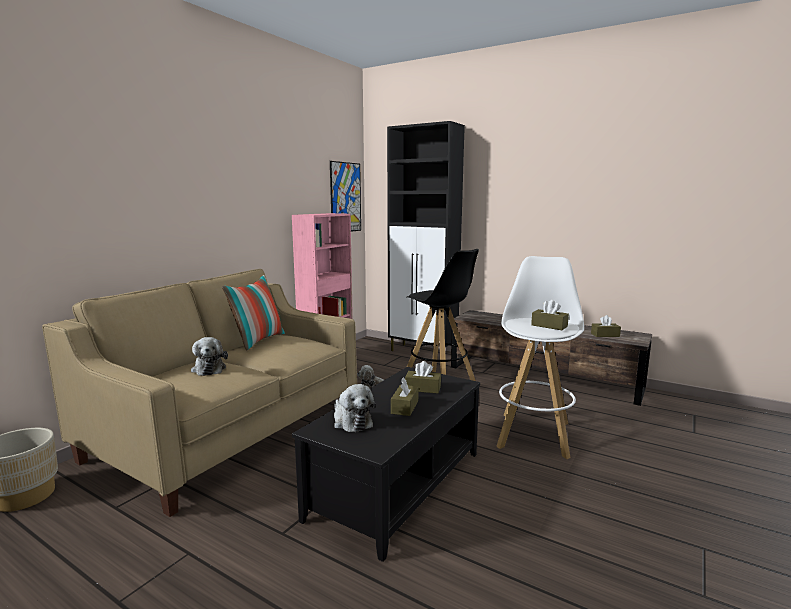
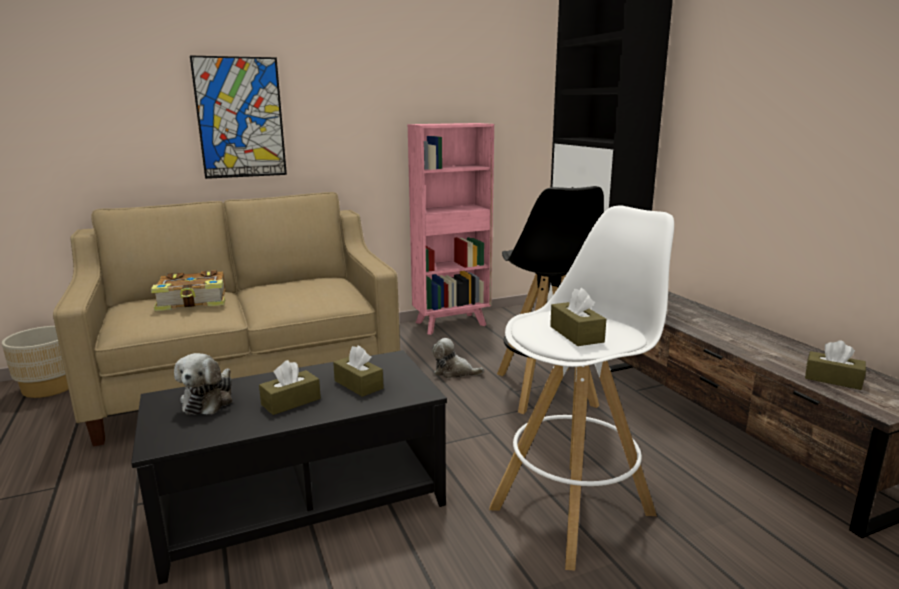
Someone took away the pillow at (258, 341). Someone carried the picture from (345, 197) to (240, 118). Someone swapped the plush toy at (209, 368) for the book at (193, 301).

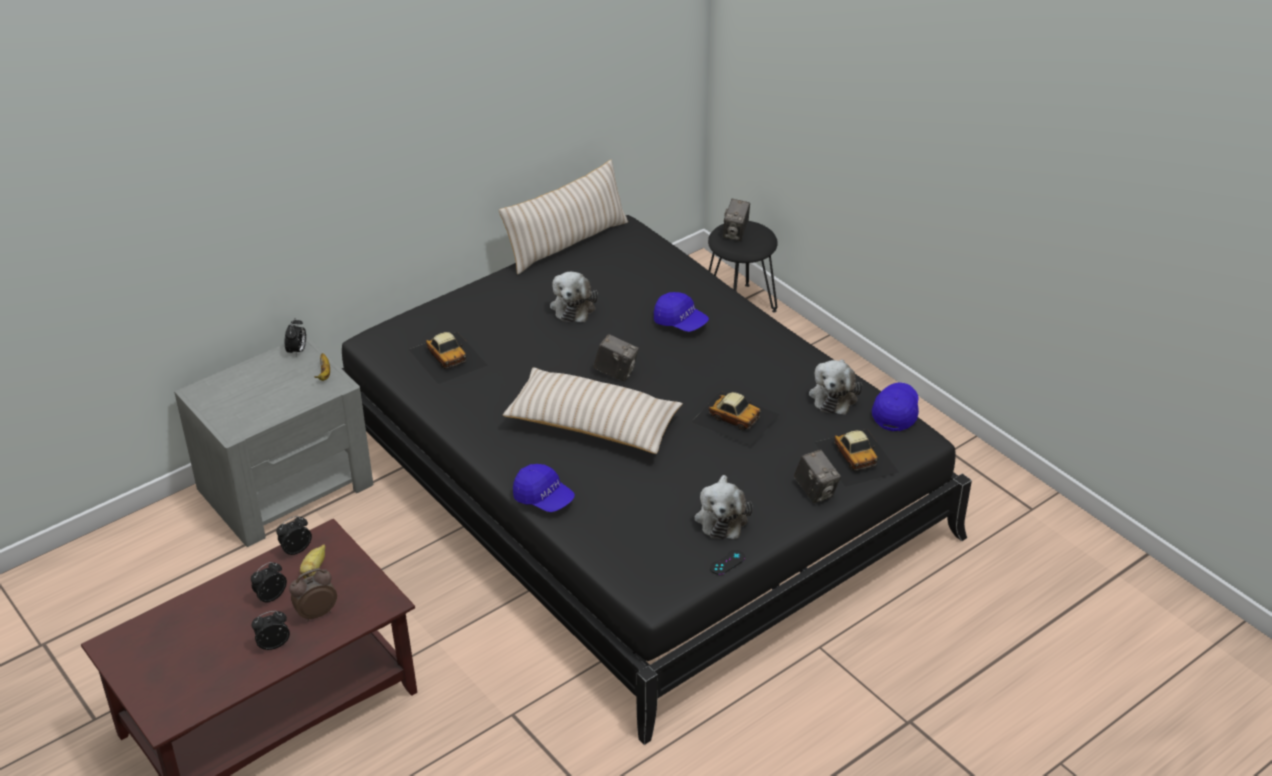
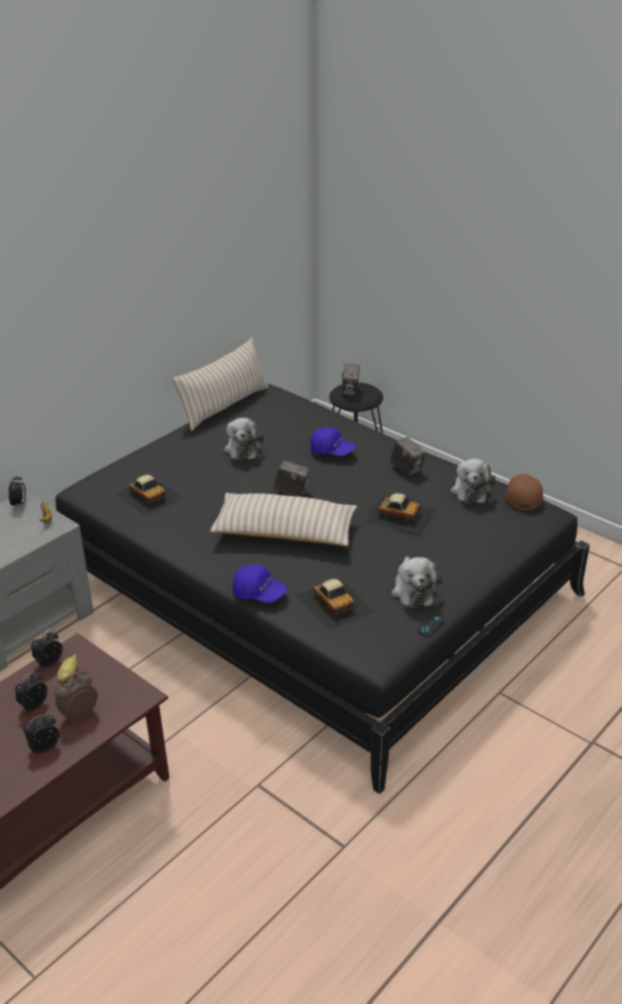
Someone carried the photo camera from (815, 491) to (407, 469). Someone carried the toy car from (856, 457) to (334, 602). Someone repainted the cap/blue at (895, 412), which became the cap/brown at (523, 497).

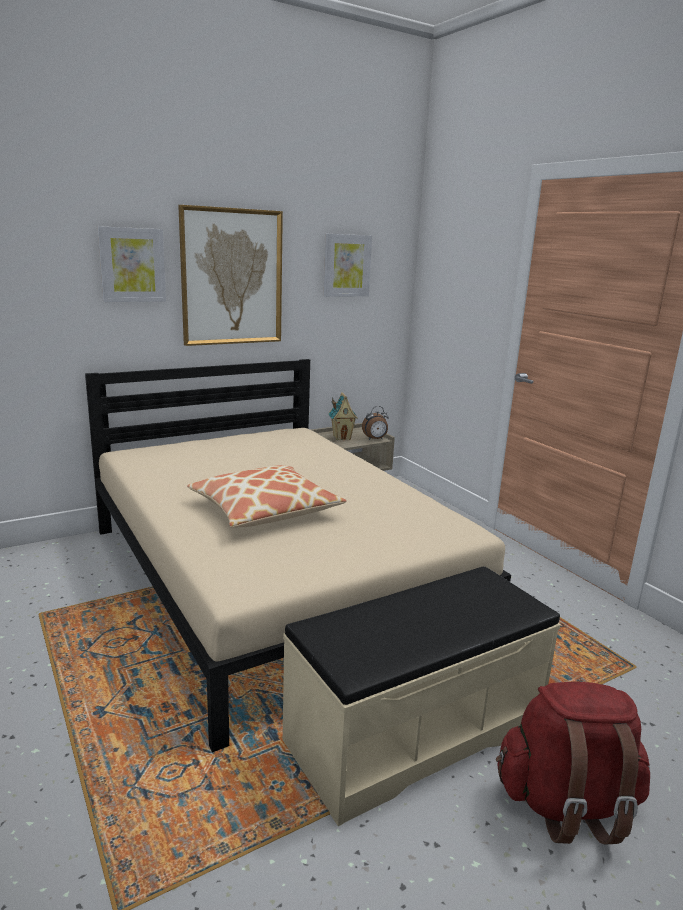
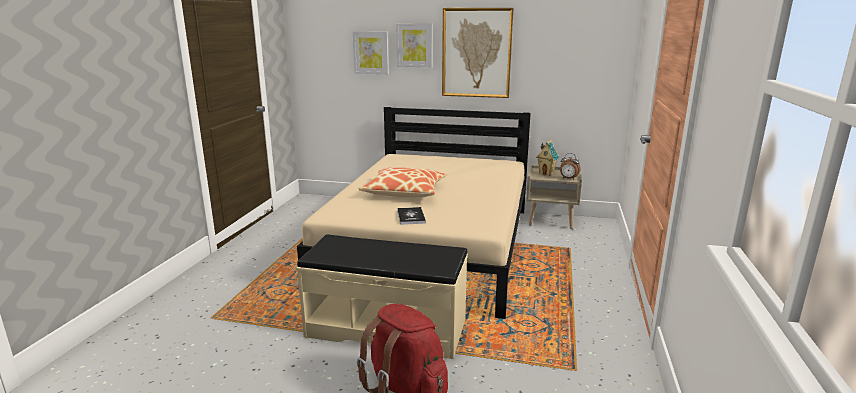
Someone put down the book at (411, 216). Someone carried the picture from (346, 265) to (371, 52).

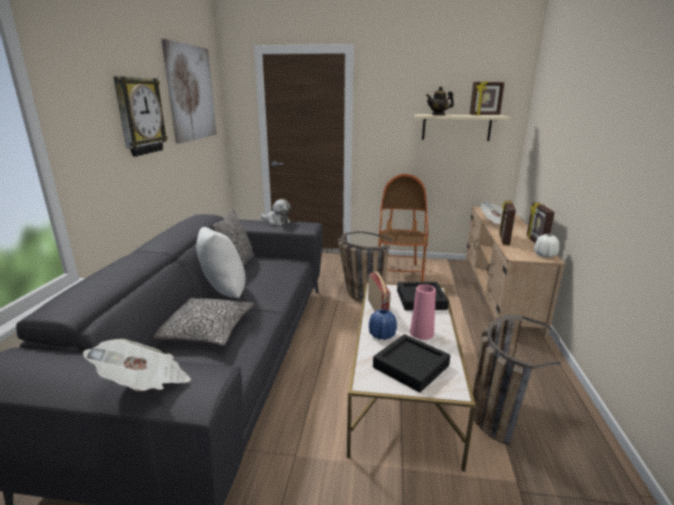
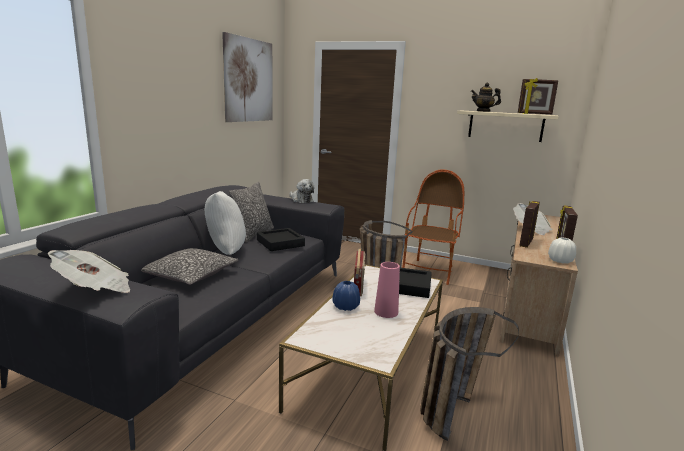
Someone took away the wall clock at (139, 116). Someone carried the tray/black from (411, 366) to (280, 243).

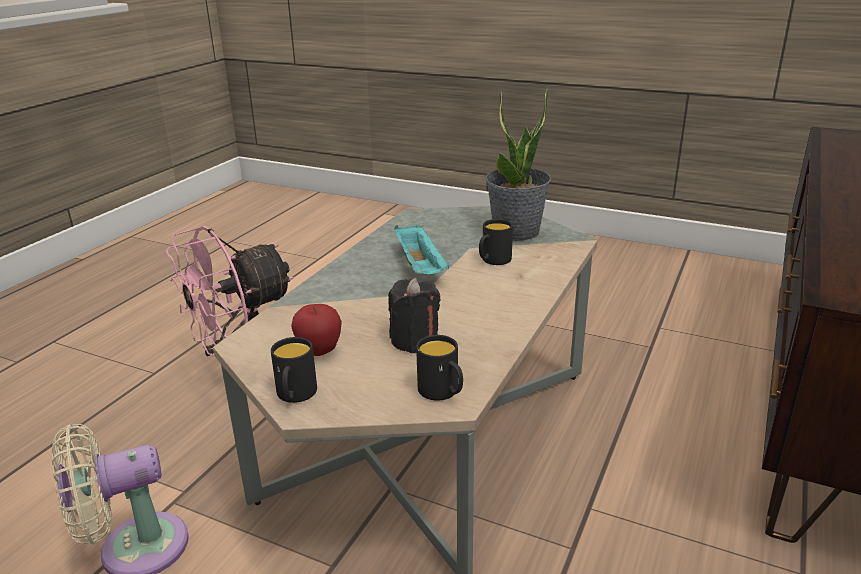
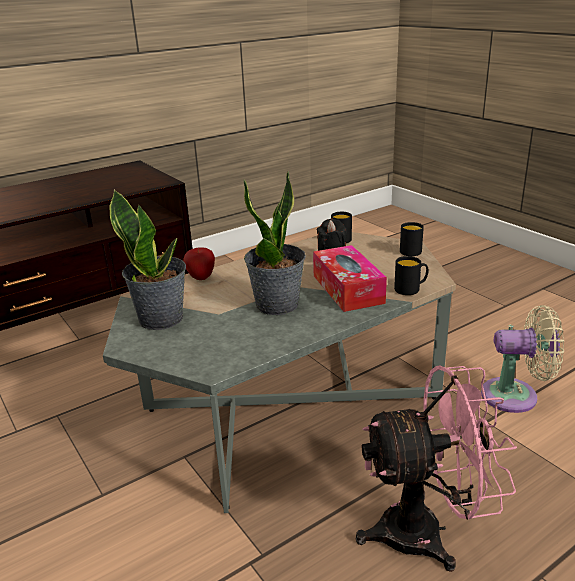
Someone put down the tissue box at (347, 289). Someone carried the apple from (319, 352) to (201, 277). Someone carried the mug/black from (493, 261) to (411, 289). Someone swapped the tray/turquoise at (420, 267) for the potted plant at (277, 305).

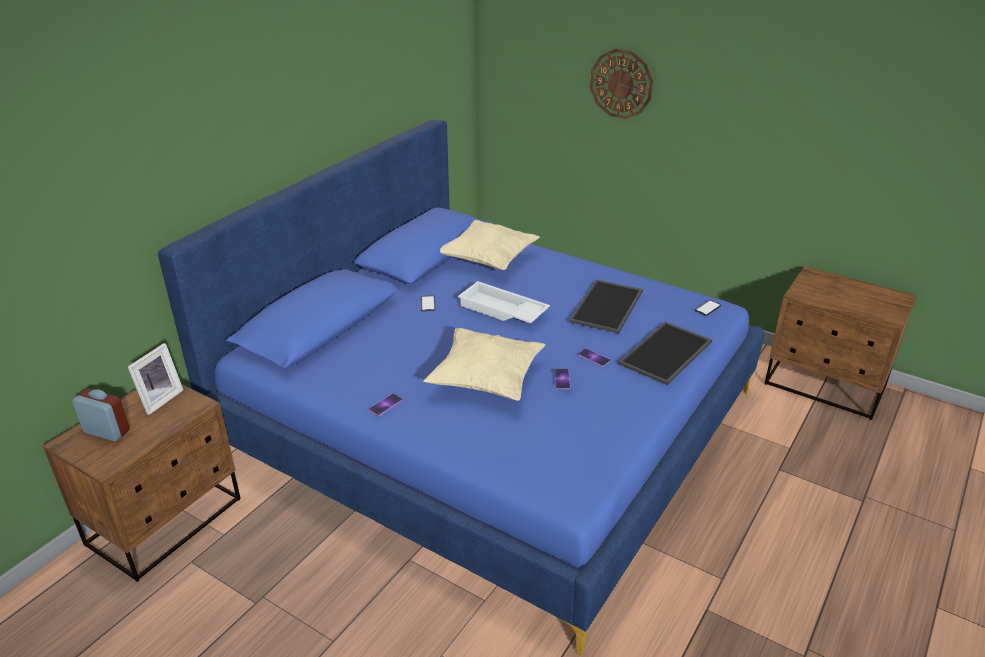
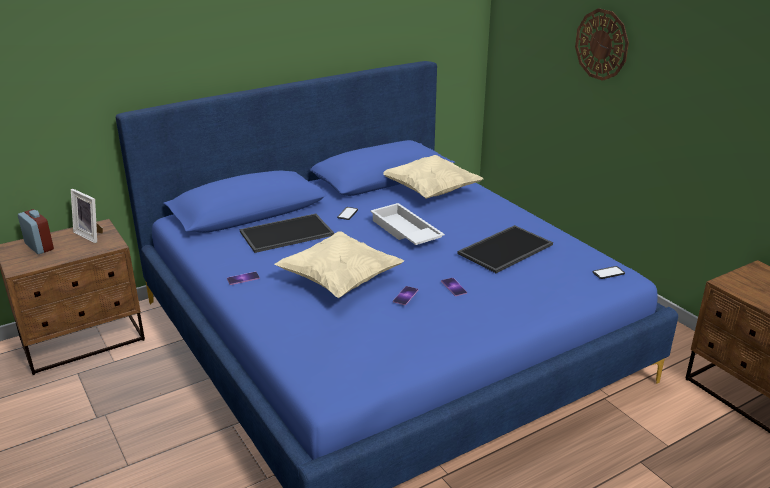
Someone carried the tray from (666, 354) to (286, 234). Someone rotated the picture frame at (159, 399) by 75 degrees clockwise.

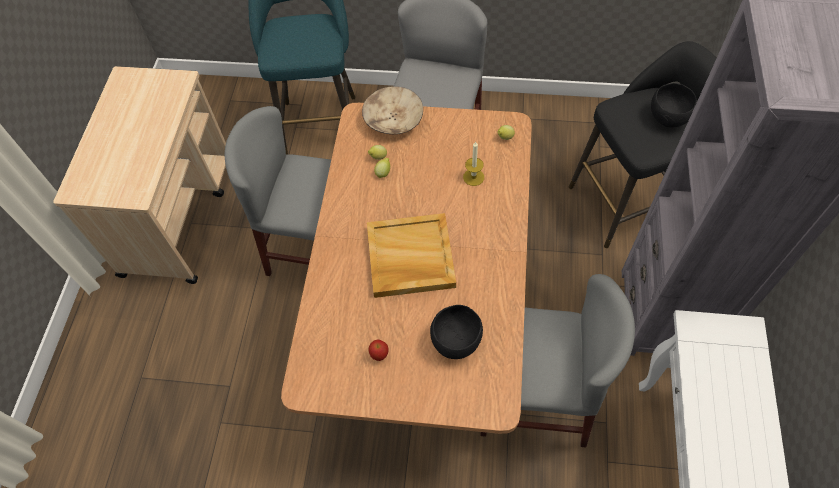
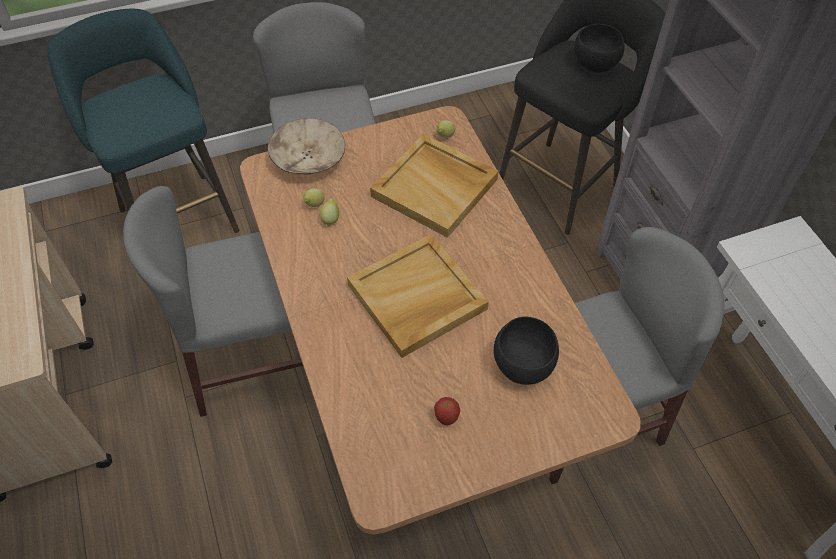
Someone swapped the candle at (473, 177) for the tray/beige at (435, 187).

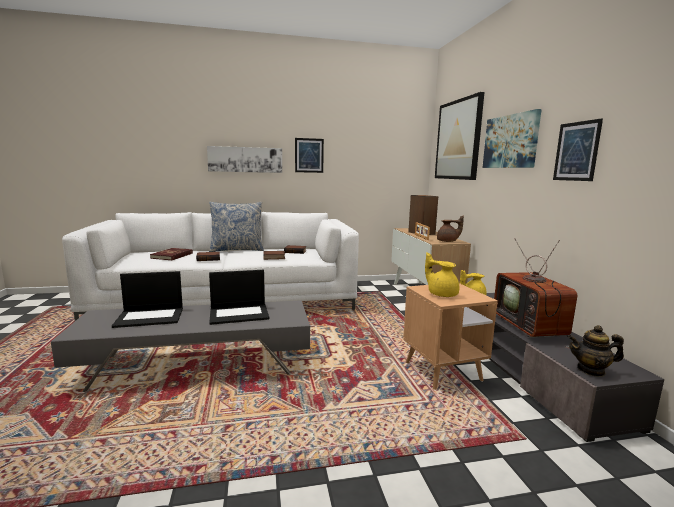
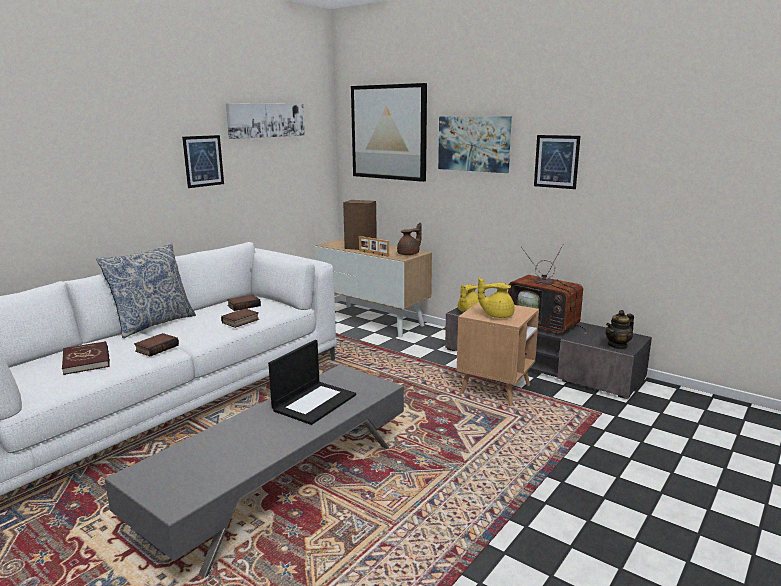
Someone took away the laptop at (151, 317). Someone carried the picture from (245, 159) to (266, 120).

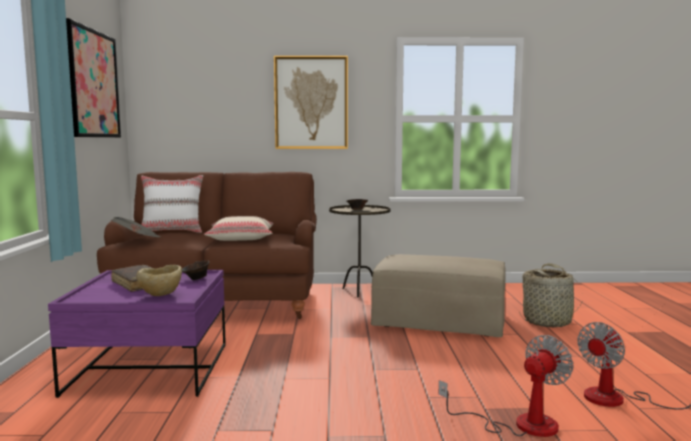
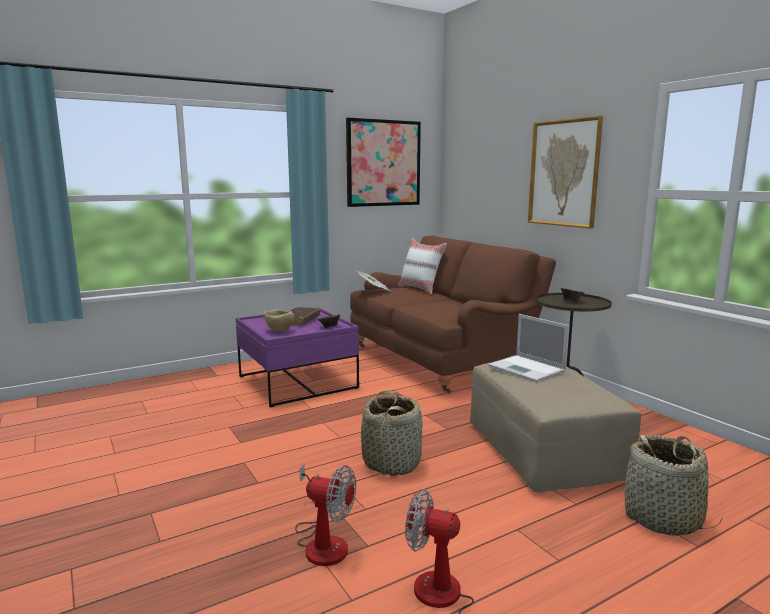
Someone took away the pillow/beige at (241, 238). Someone put down the basket at (392, 462). Someone put down the laptop at (528, 369).

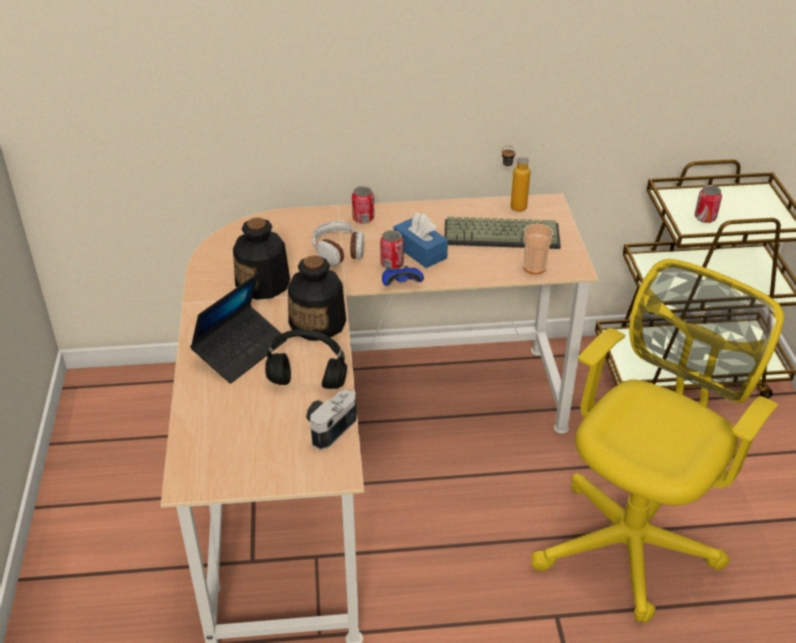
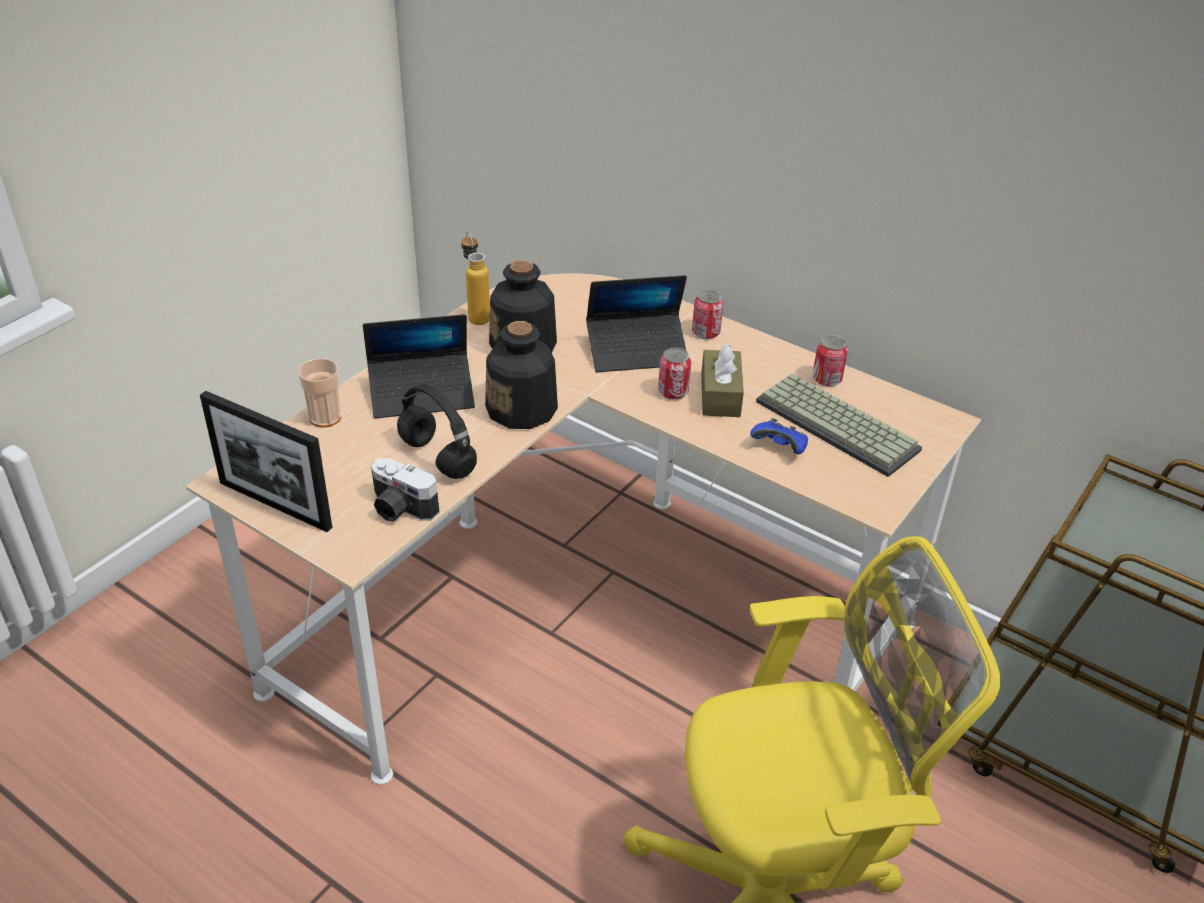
Someone put down the picture frame at (275, 505). Someone carried the game controller/blue from (401, 284) to (780, 448). Someone carried the bottle from (512, 206) to (476, 315). Someone carried the cup from (534, 267) to (325, 418). Someone carried the can from (705, 218) to (827, 379). Someone swapped the headphones at (338, 251) for the laptop at (637, 351). Someone repainted the tissue box/blue at (420, 251), which became the tissue box/brown at (720, 395). Someone rotated the photo camera at (328, 426) by 135 degrees counterclockwise.

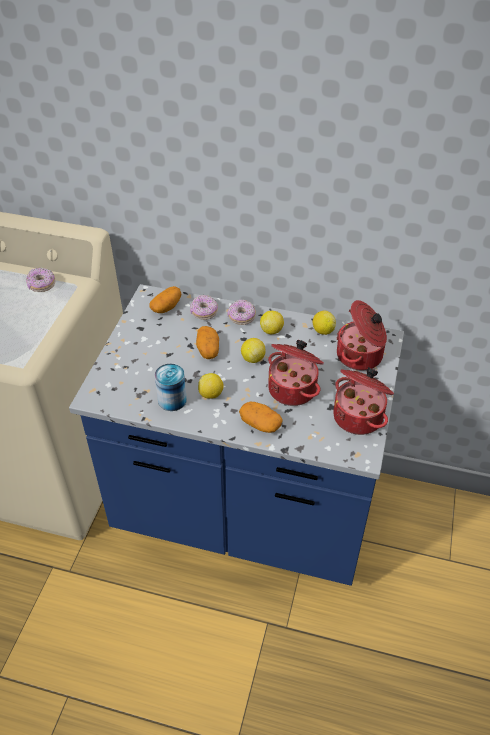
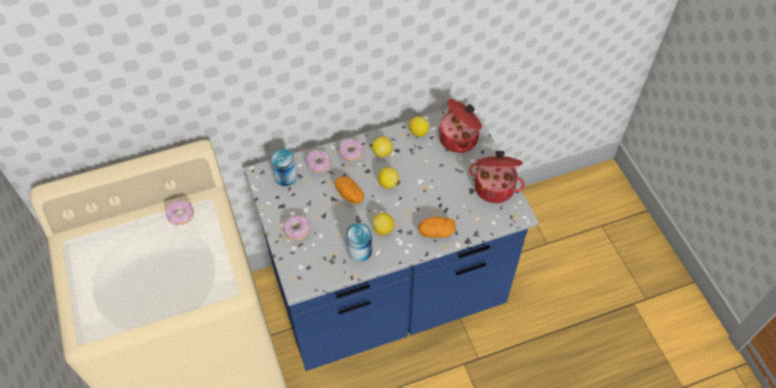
Someone took away the cooking pot at (293, 388). Someone put down the donut at (297, 230). Someone swapped the potato at (166, 307) for the can at (285, 176).

